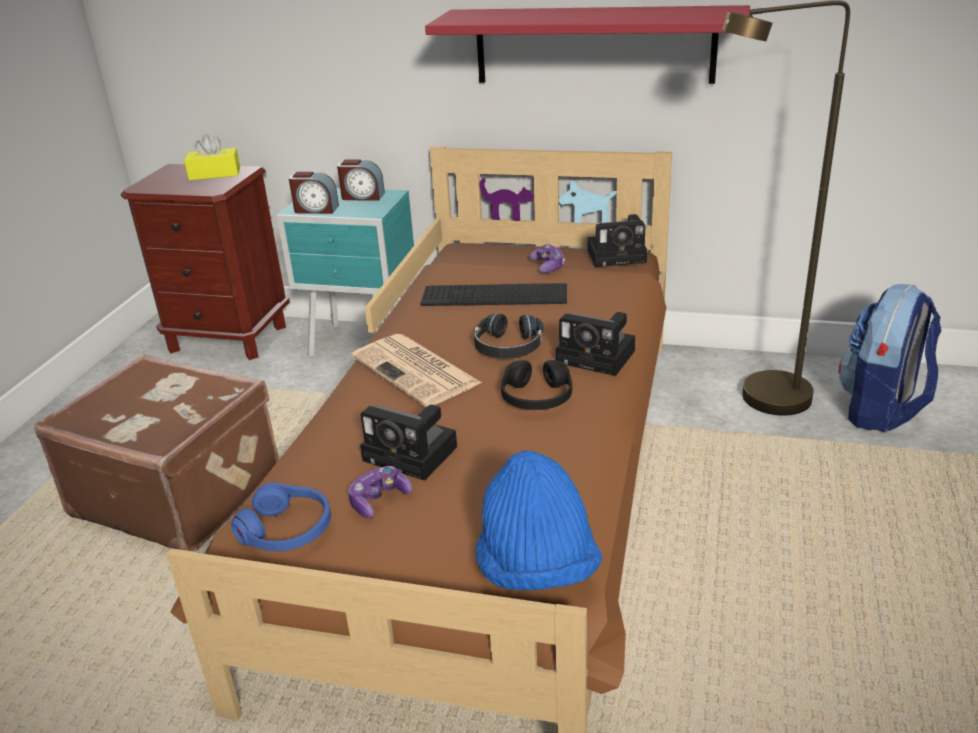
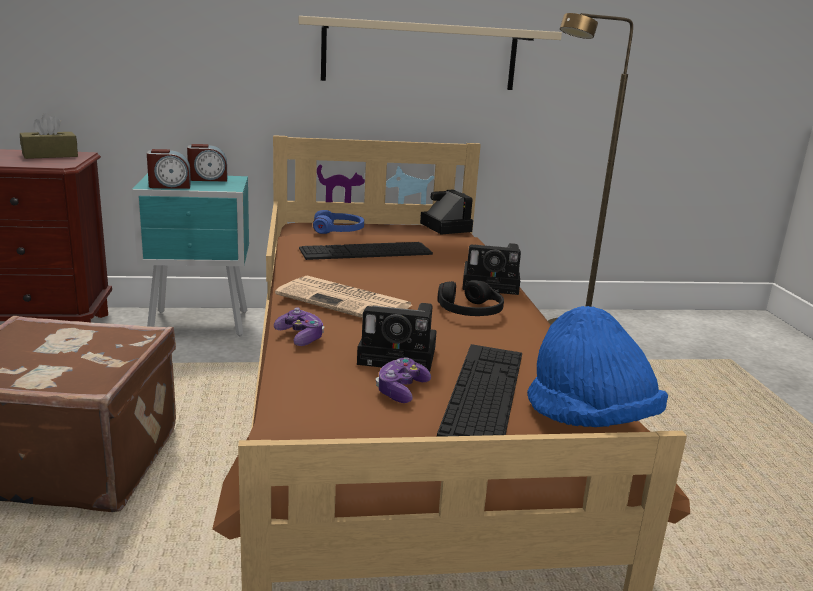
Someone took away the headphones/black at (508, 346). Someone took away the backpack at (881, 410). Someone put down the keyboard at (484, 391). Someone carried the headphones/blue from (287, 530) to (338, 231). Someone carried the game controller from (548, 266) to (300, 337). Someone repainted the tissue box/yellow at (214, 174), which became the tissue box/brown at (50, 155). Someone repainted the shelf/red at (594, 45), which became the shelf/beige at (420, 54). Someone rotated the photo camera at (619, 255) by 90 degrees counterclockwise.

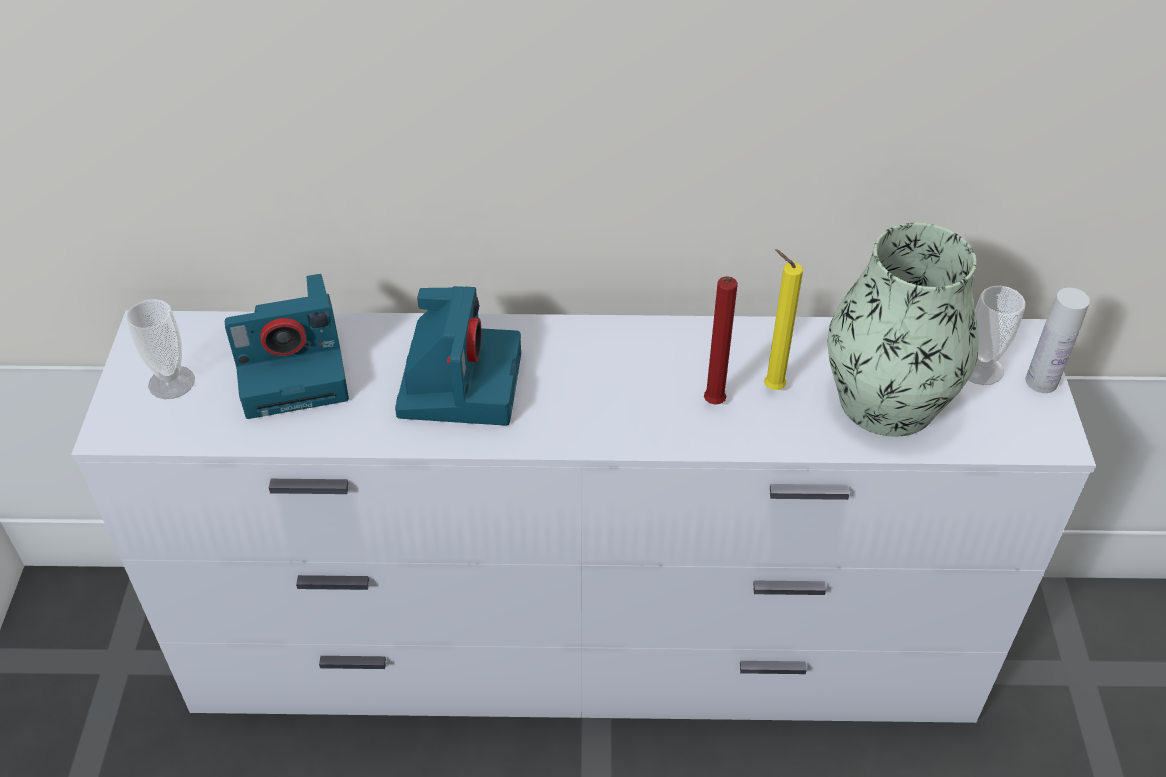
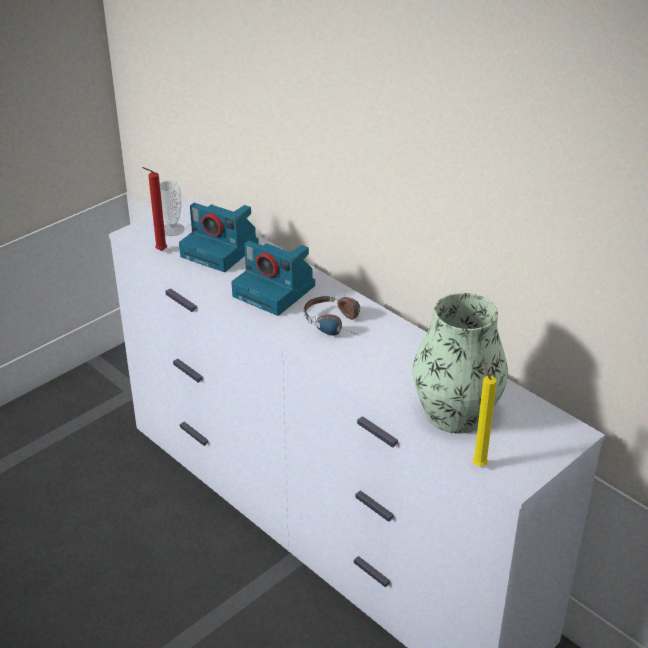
Someone took away the cup at (980, 368). Someone took away the bottle/white at (1041, 381). Someone put down the headphones at (338, 324). Someone carried the candle/red from (712, 405) to (159, 251). Someone carried the candle/yellow from (770, 387) to (478, 464). Someone rotated the photo camera at (459, 382) by 75 degrees clockwise.

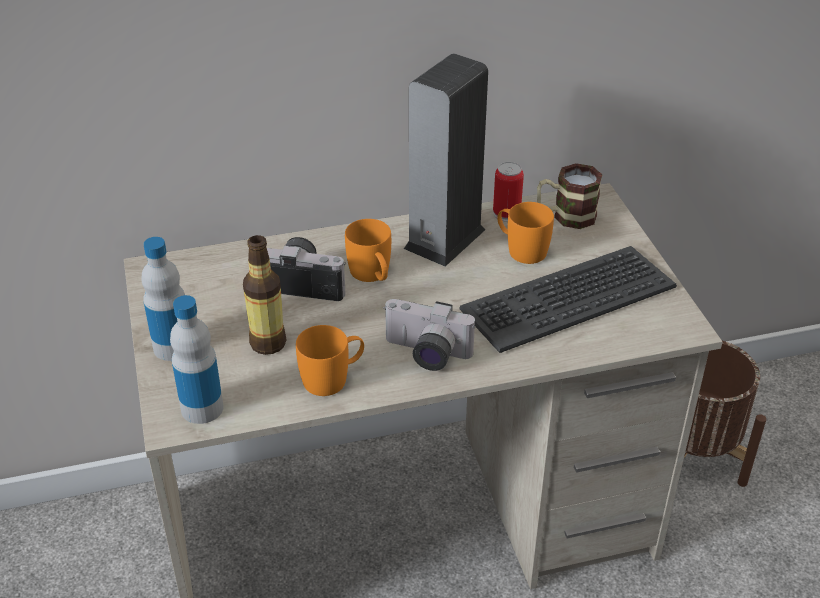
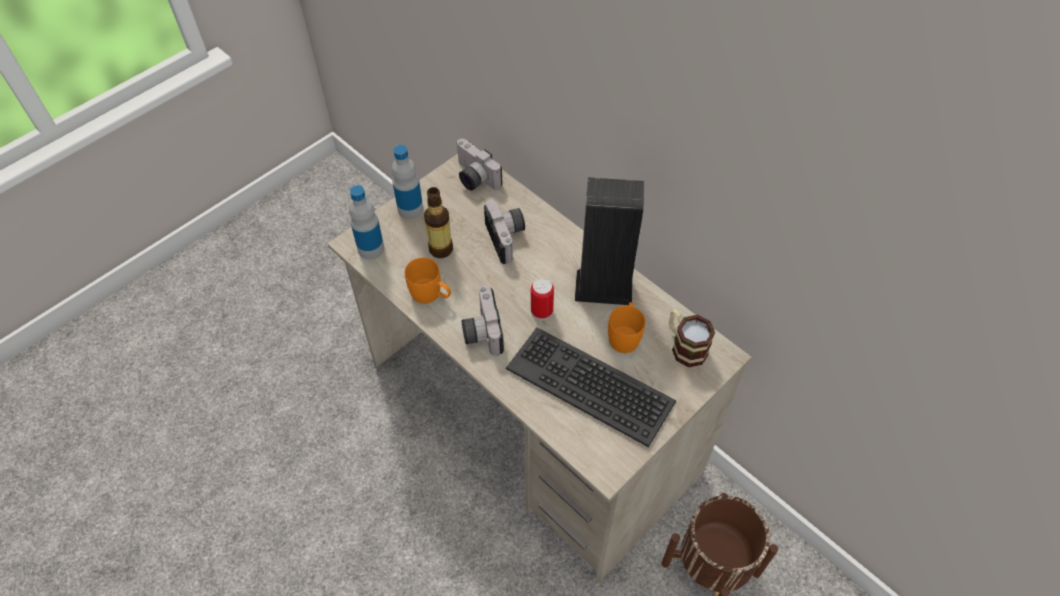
Someone took away the mug/orange at (372, 276). Someone put down the photo camera at (473, 178). Someone carried the can from (506, 213) to (541, 311).

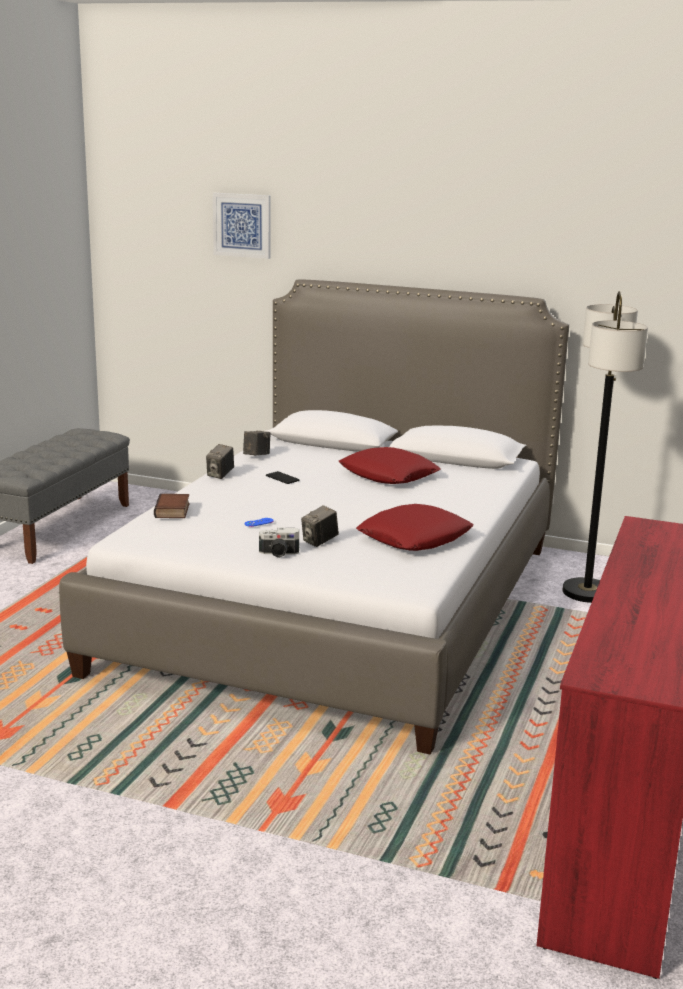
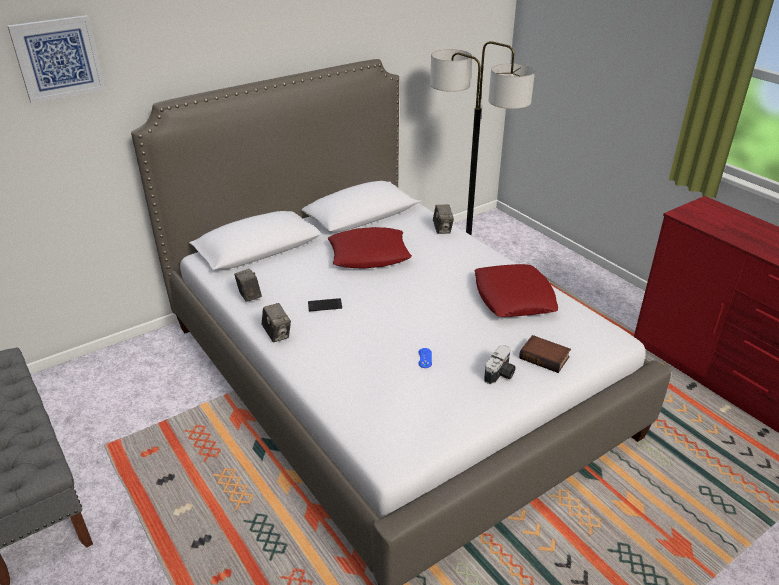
Someone carried the book from (173, 511) to (545, 357). Someone carried the photo camera from (319, 542) to (442, 229).

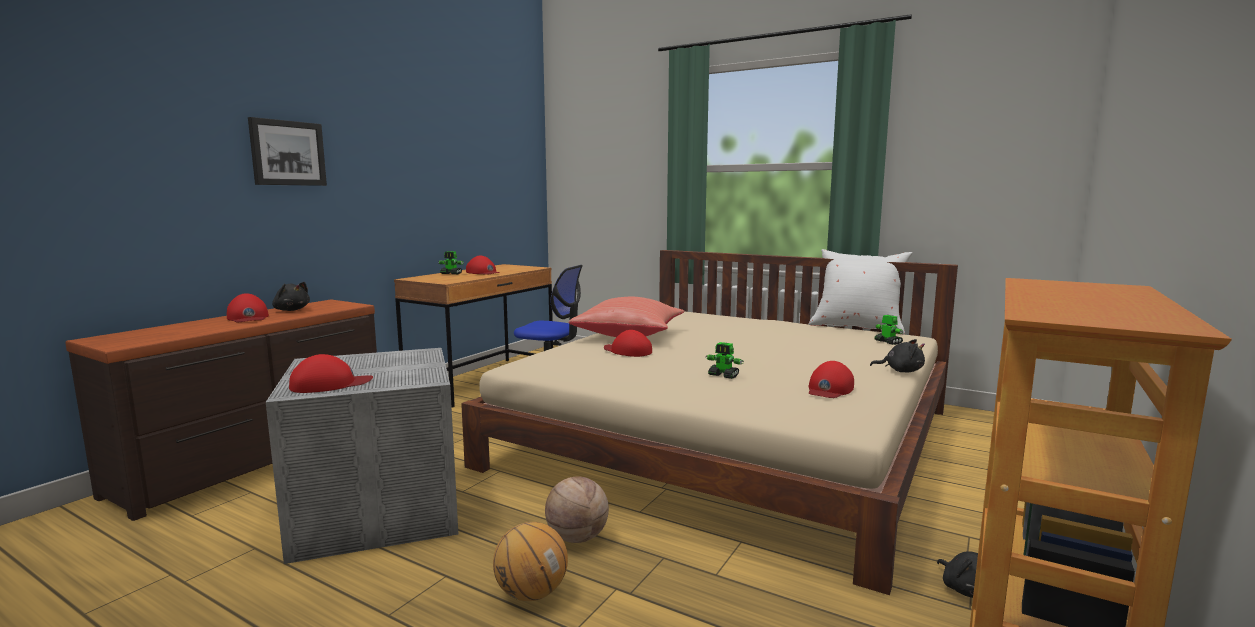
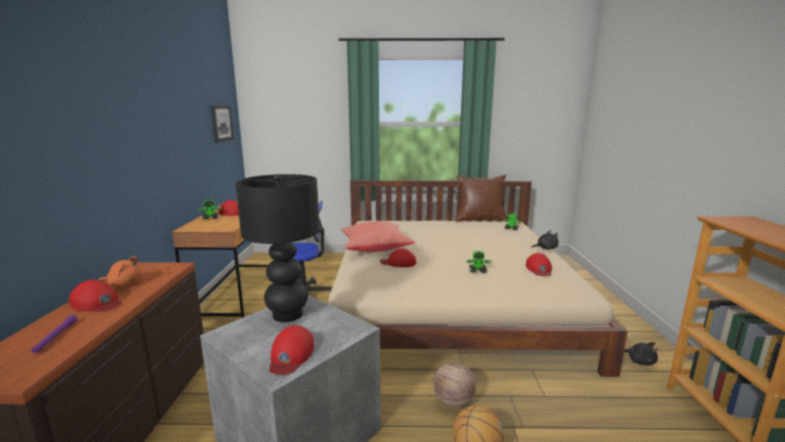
Someone put down the flashlight/purple at (56, 337). Someone put down the table lamp/black at (287, 315). Someone carried the picture from (287, 153) to (221, 123). Someone repainted the plush toy/black at (291, 310), which became the plush toy/orange at (124, 284). Someone repainted the pillow/white at (857, 327), which became the pillow/brown at (480, 219). Someone rotated the cap/red at (330, 384) by 150 degrees clockwise.

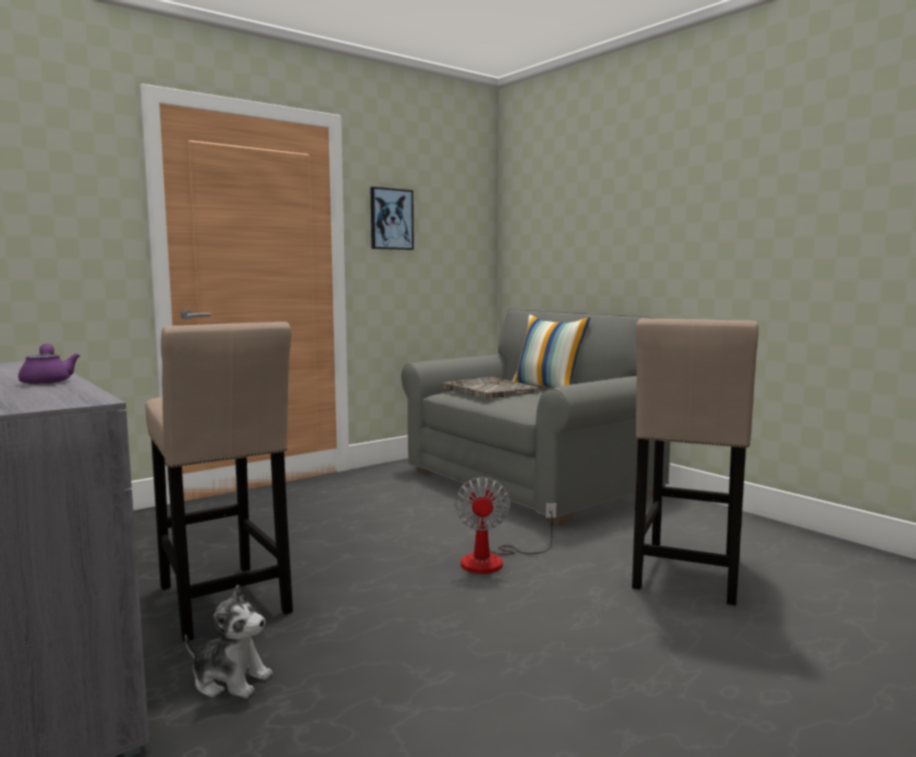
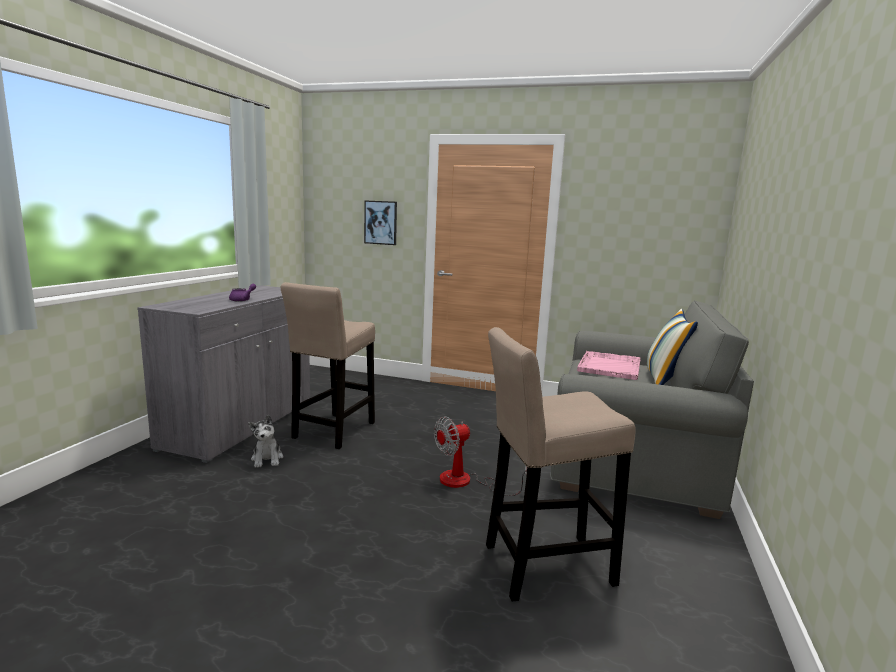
Someone carried the picture from (391, 219) to (381, 222). Someone repainted the tray/grey at (488, 390), which became the tray/pink at (609, 366).

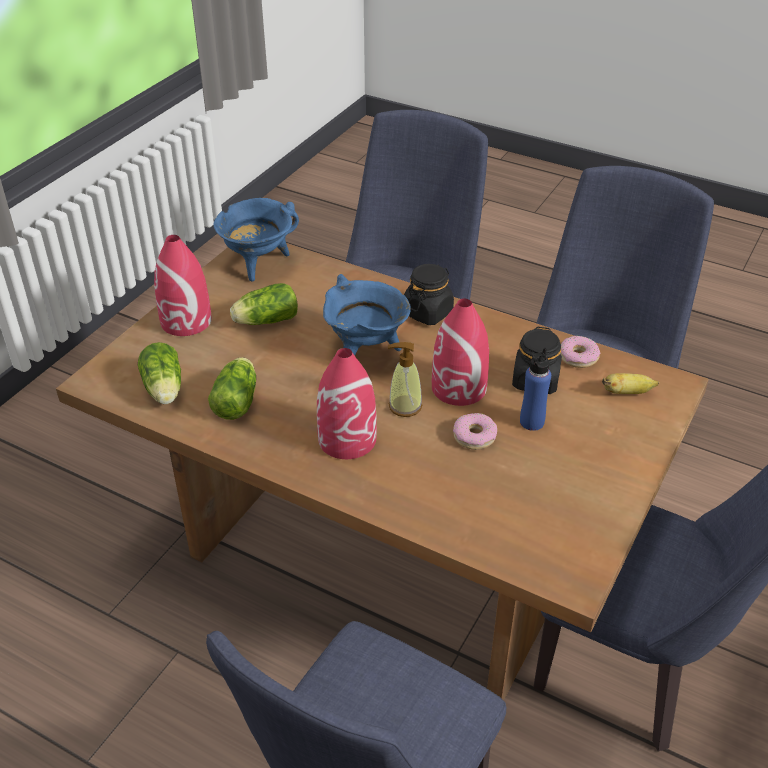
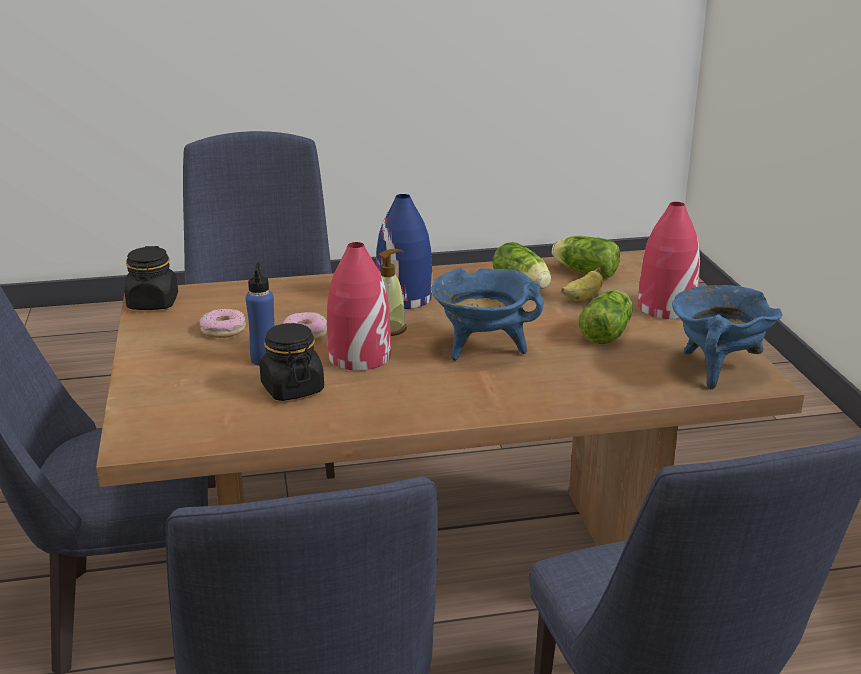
Someone carried the jar/black from (428, 312) to (153, 303). Someone carried the donut from (578, 357) to (223, 330). Someone carried the banana from (627, 392) to (582, 298). Someone repainted the vase/red at (347, 439), which became the vase/blue at (404, 298).

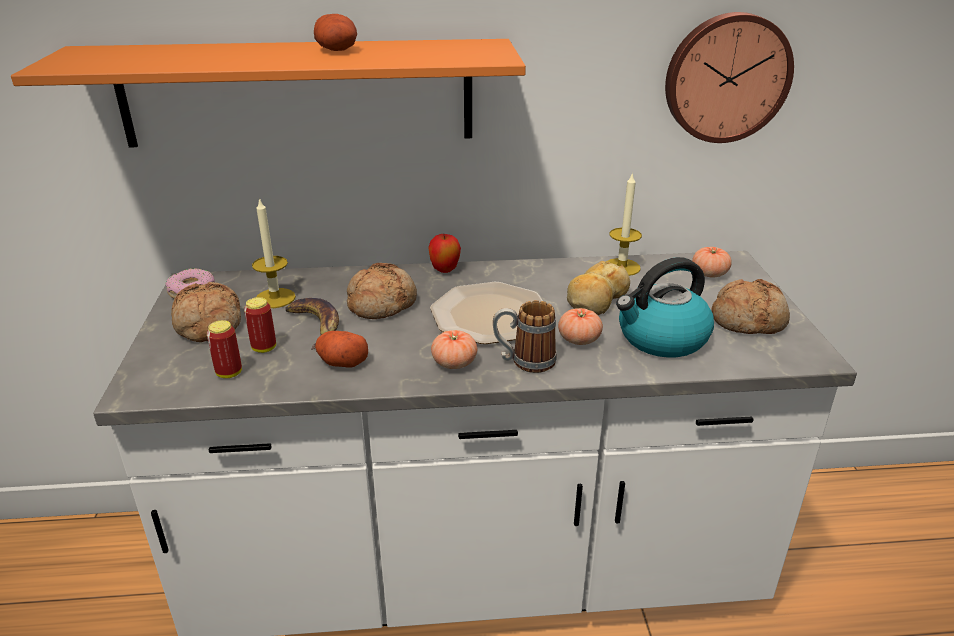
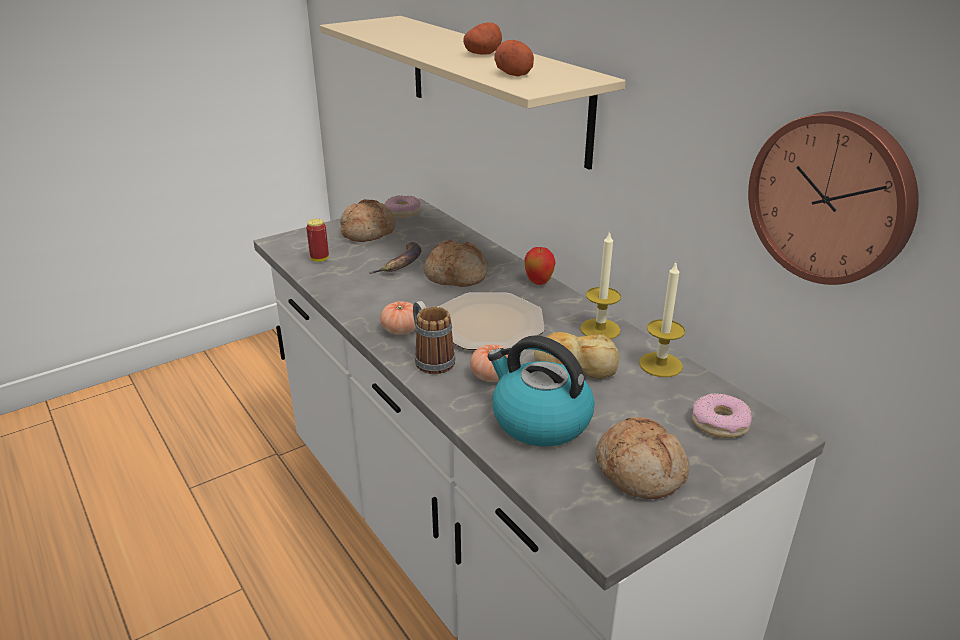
Someone took away the can at (264, 348). Someone carried the candle from (275, 298) to (600, 329). Someone carried the potato from (341, 362) to (513, 73). Someone swapped the tomato at (709, 274) for the donut at (720, 423). Someone repainted the shelf/orange at (297, 93), which became the shelf/beige at (493, 86).

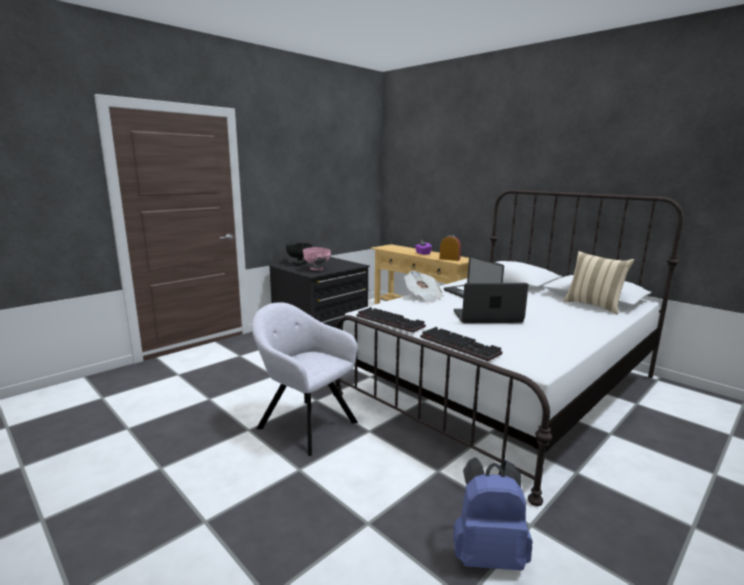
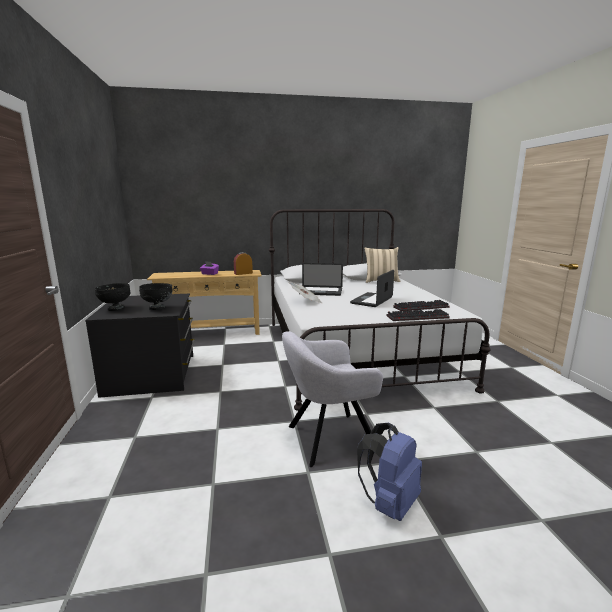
Someone carried the keyboard from (391, 321) to (421, 307). Someone carried the backpack/blue from (487, 554) to (389, 503). Someone repainted the bowl/pink at (317, 269), which became the bowl/black at (158, 308).

